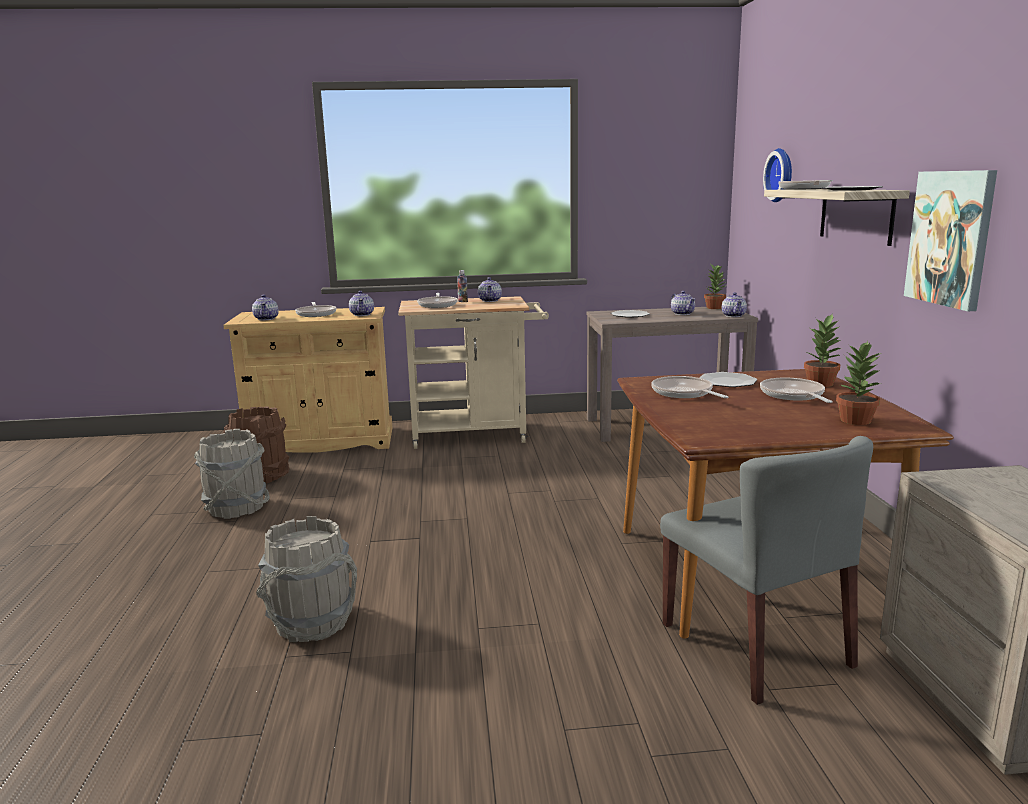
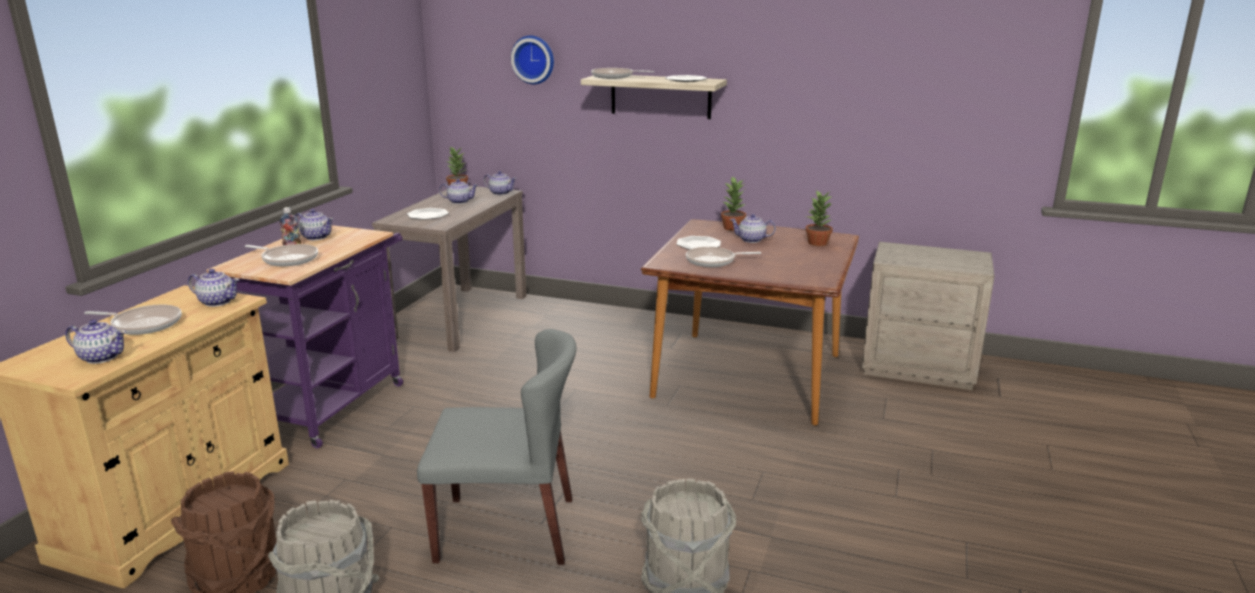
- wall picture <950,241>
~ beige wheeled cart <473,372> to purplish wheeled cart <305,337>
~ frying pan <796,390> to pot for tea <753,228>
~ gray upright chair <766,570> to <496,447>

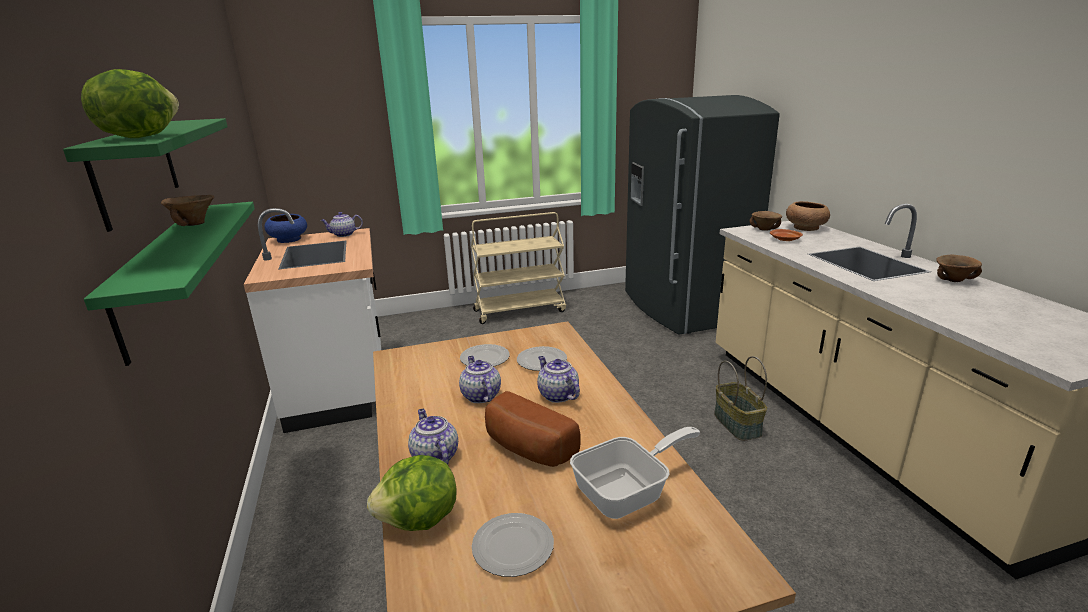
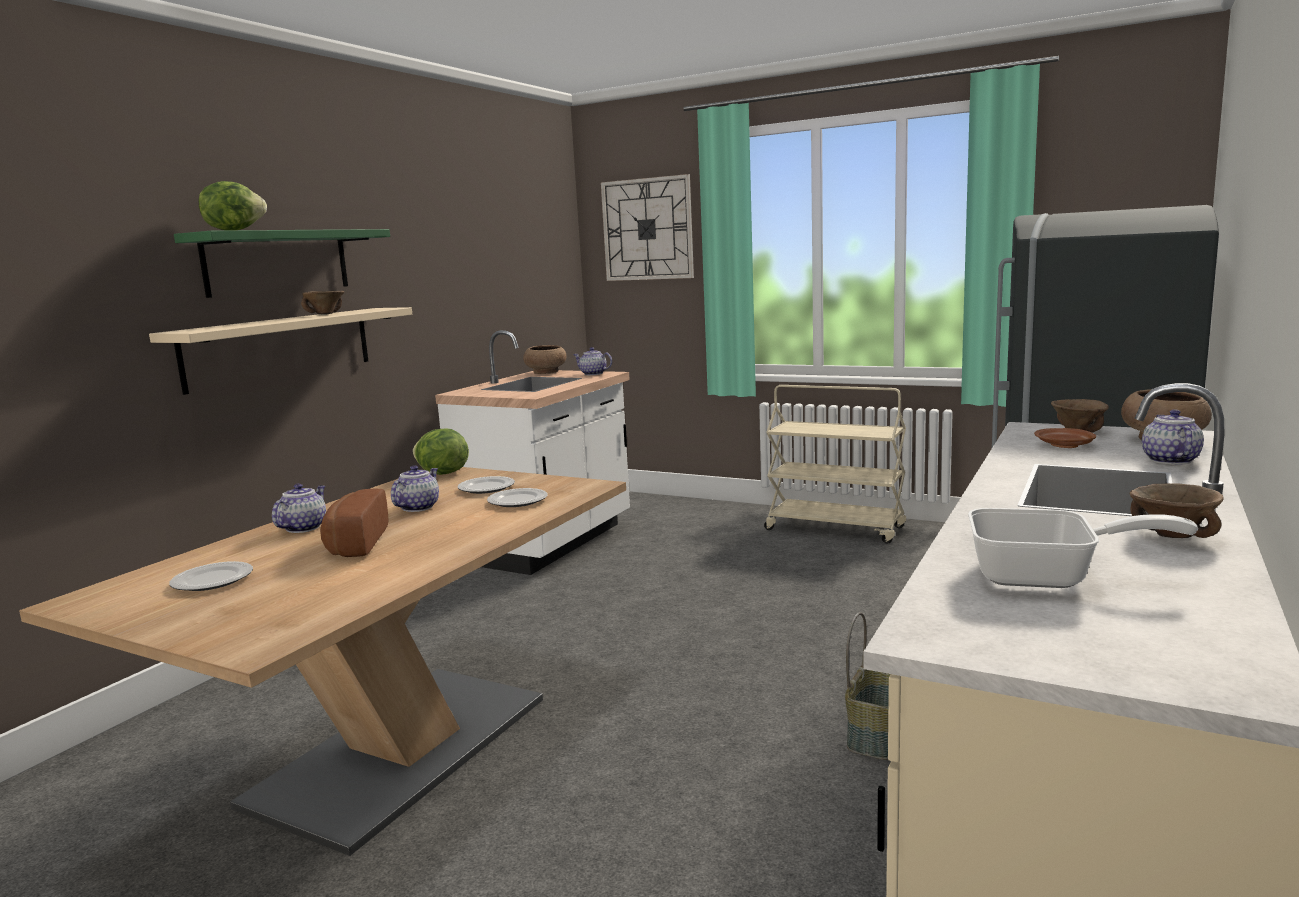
~ green bracket shelf <169,284> to beige bracket shelf <280,351>
~ blue bowl <286,228> to brown-coloured bowl <544,359>
~ pot for tea <558,379> to <1173,436>
~ frying pan <635,473> to <1083,548>
~ lettuce head <412,493> to <441,451>
+ wall clock <647,227>

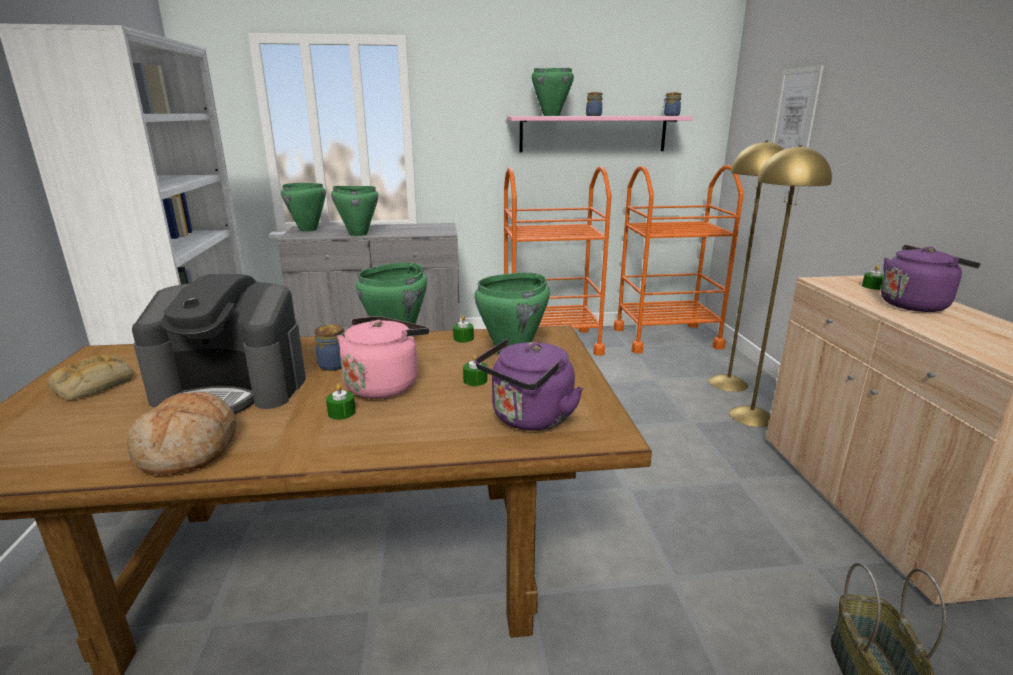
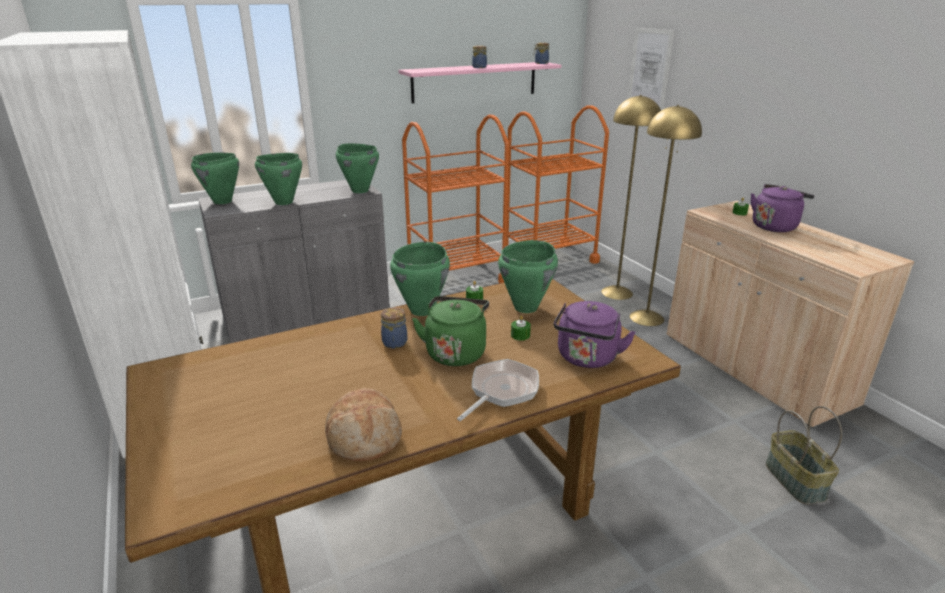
~ green saucepot <553,92> to <357,168>
- coffee machine <219,344>
~ pink-coloured tea kettle <383,357> to green tea kettle <450,331>
- bread <90,377>
- green candle <341,402>
+ frying pan <498,390>

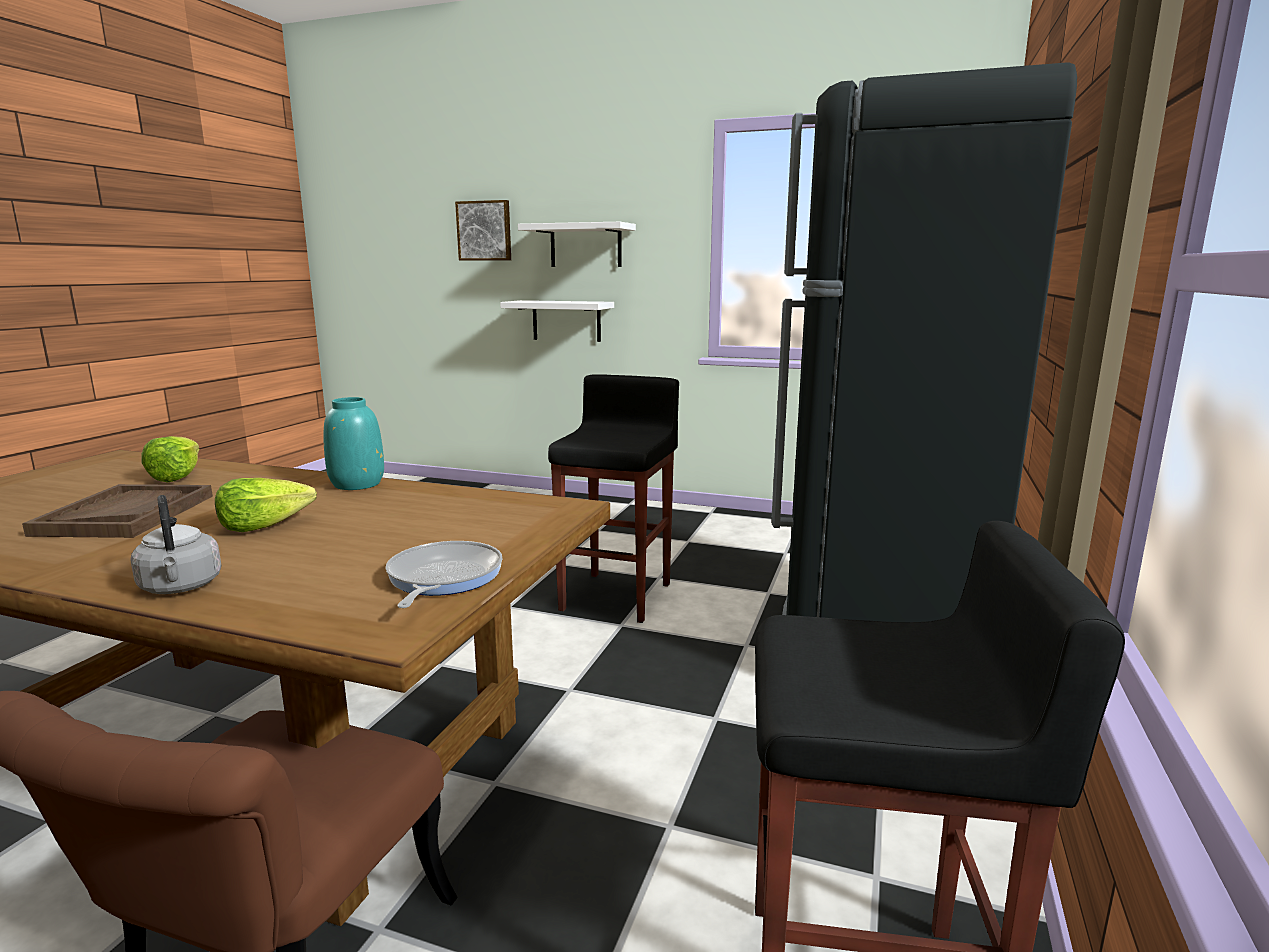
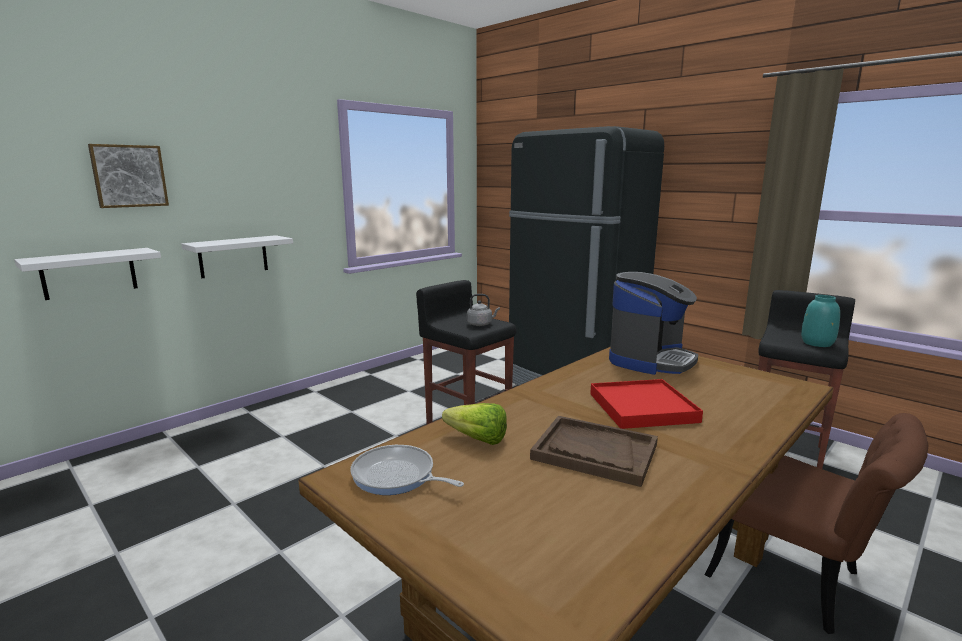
~ white bracket shelf <577,244> to <87,274>
~ turquoise decorative vase <353,443> to <820,321>
~ lettuce head <266,505> to reddish serving tray <646,404>
~ gray tea kettle <176,544> to <483,310>
~ frying pan <444,574> to <407,470>
+ coffee machine <653,323>

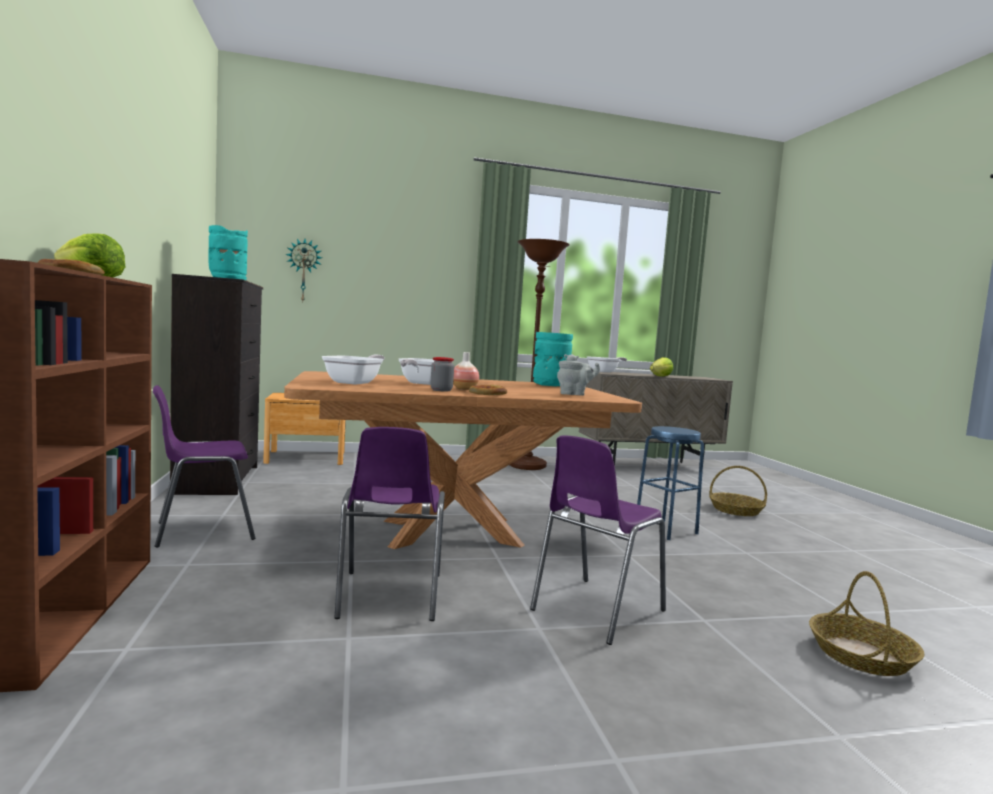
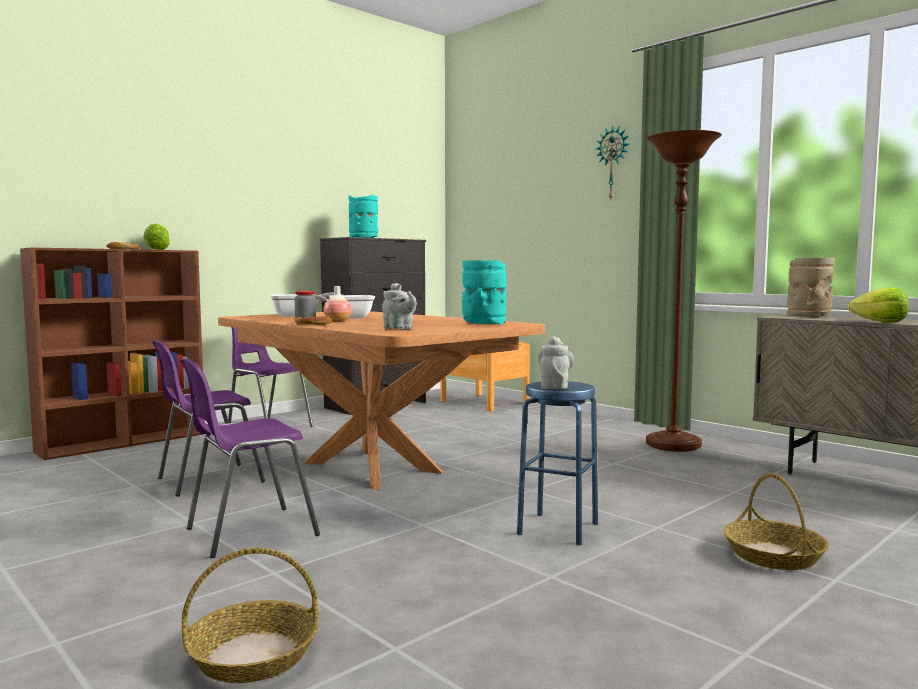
~ wall clock <304,270> to <612,162>
~ frying pan <607,364> to beige decorative vase <810,287>
~ purplish upright chair <598,540> = <250,458> 45 degrees counterclockwise
+ gray pot for tea <556,362>

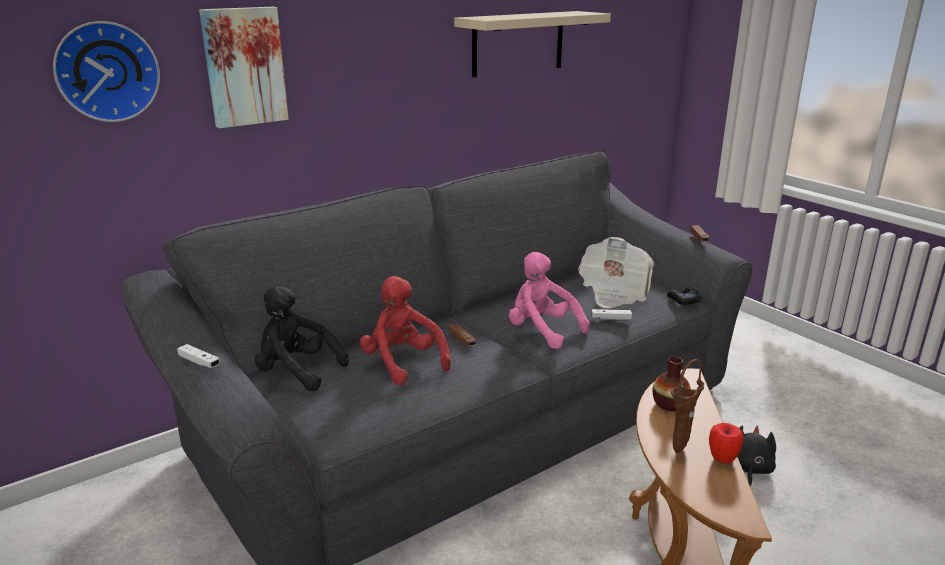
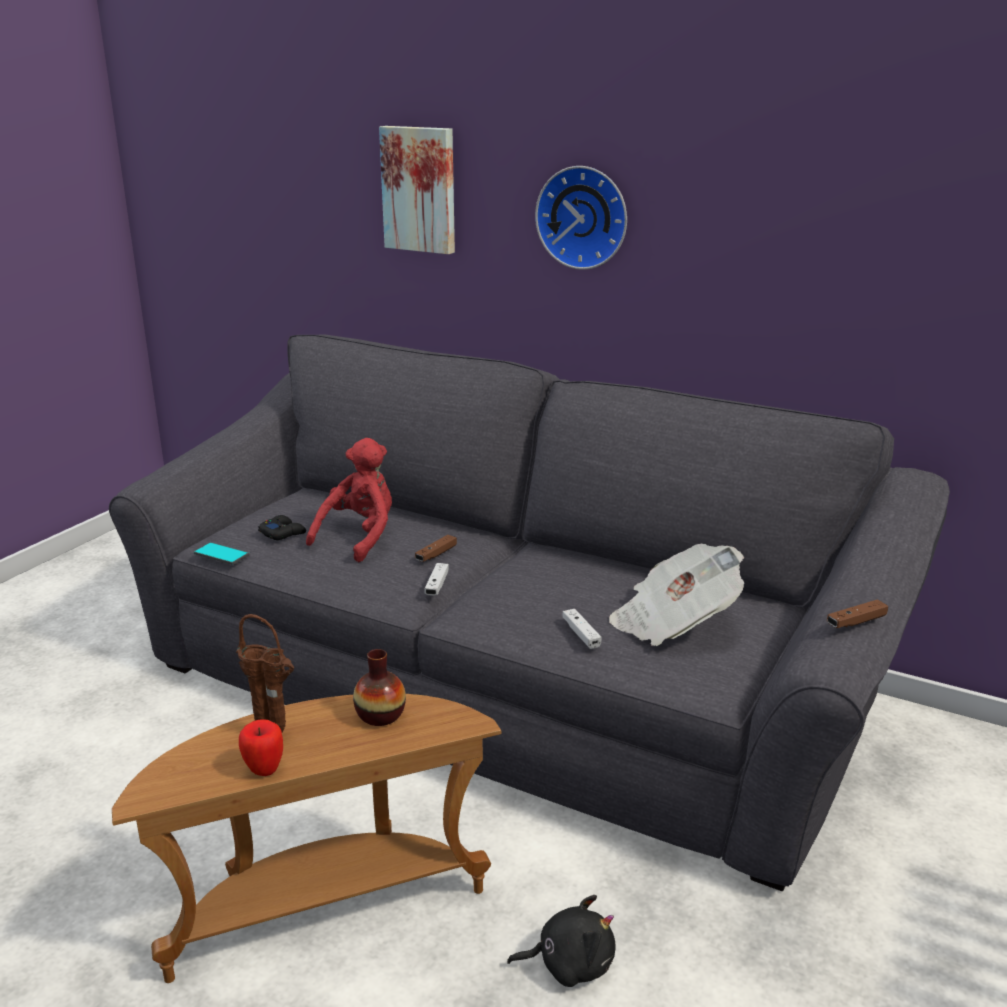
- beige bracket shelf <532,44>
~ wall clock <106,71> to <581,218>
- pink-coloured cuddly toy <549,300>
- blackish cuddly toy <302,338>
~ blackish game controller <684,296> to <282,527>
~ white game controller <198,356> to <436,579>
+ telephone <222,553>

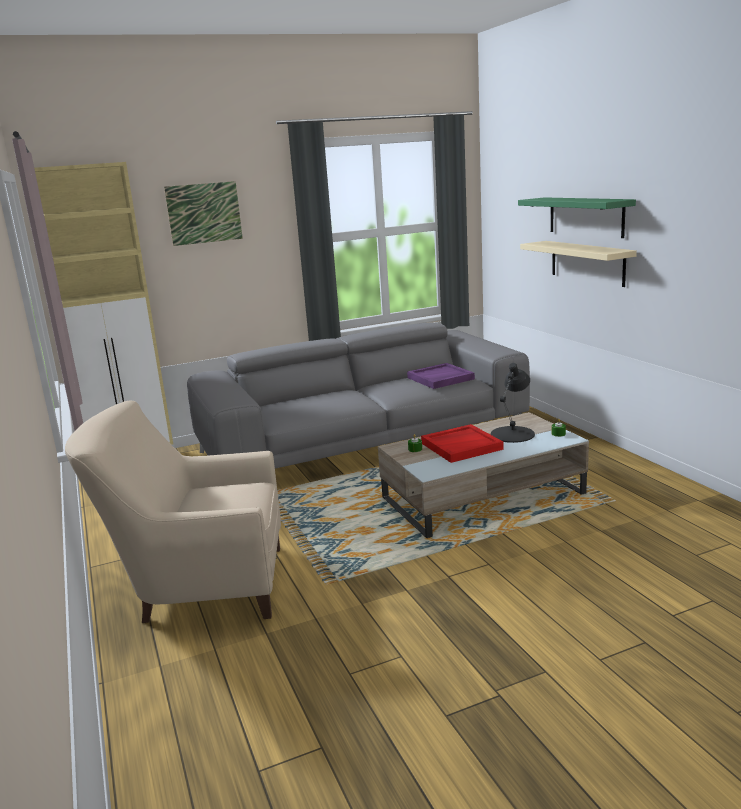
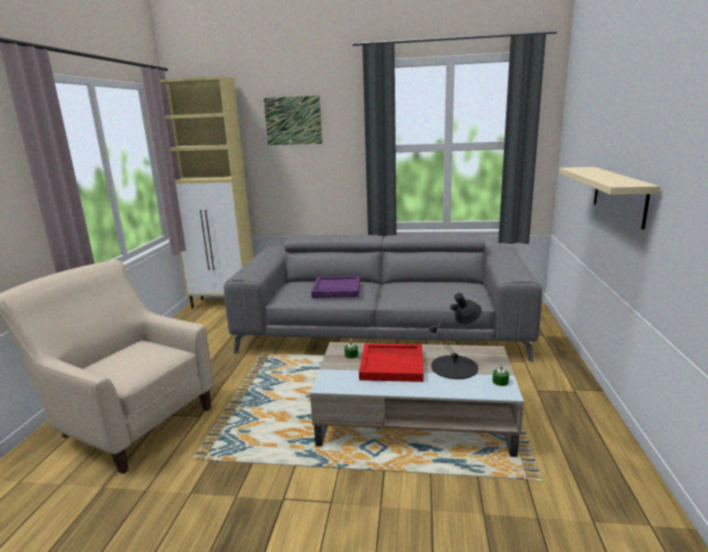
- green bracket shelf <577,217>
~ purplish serving tray <441,376> to <335,287>

